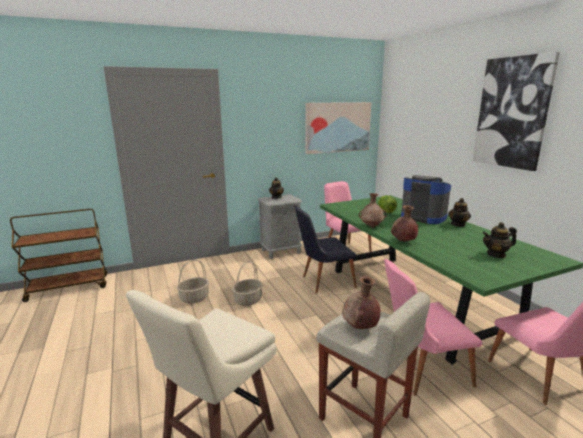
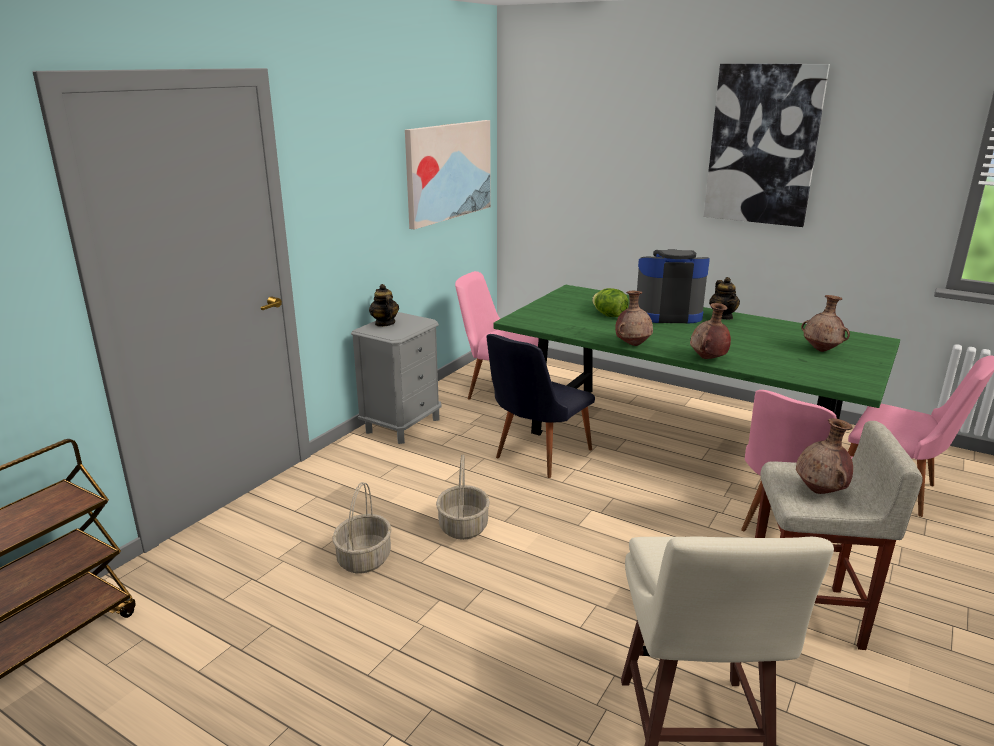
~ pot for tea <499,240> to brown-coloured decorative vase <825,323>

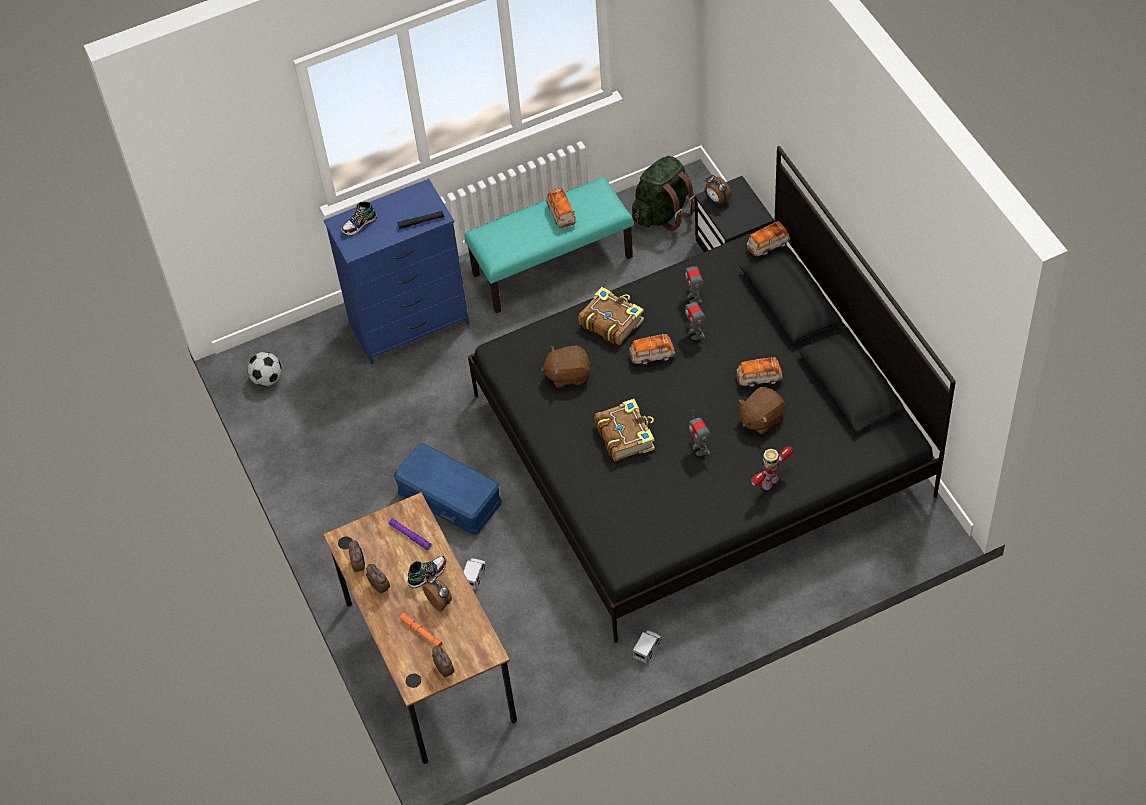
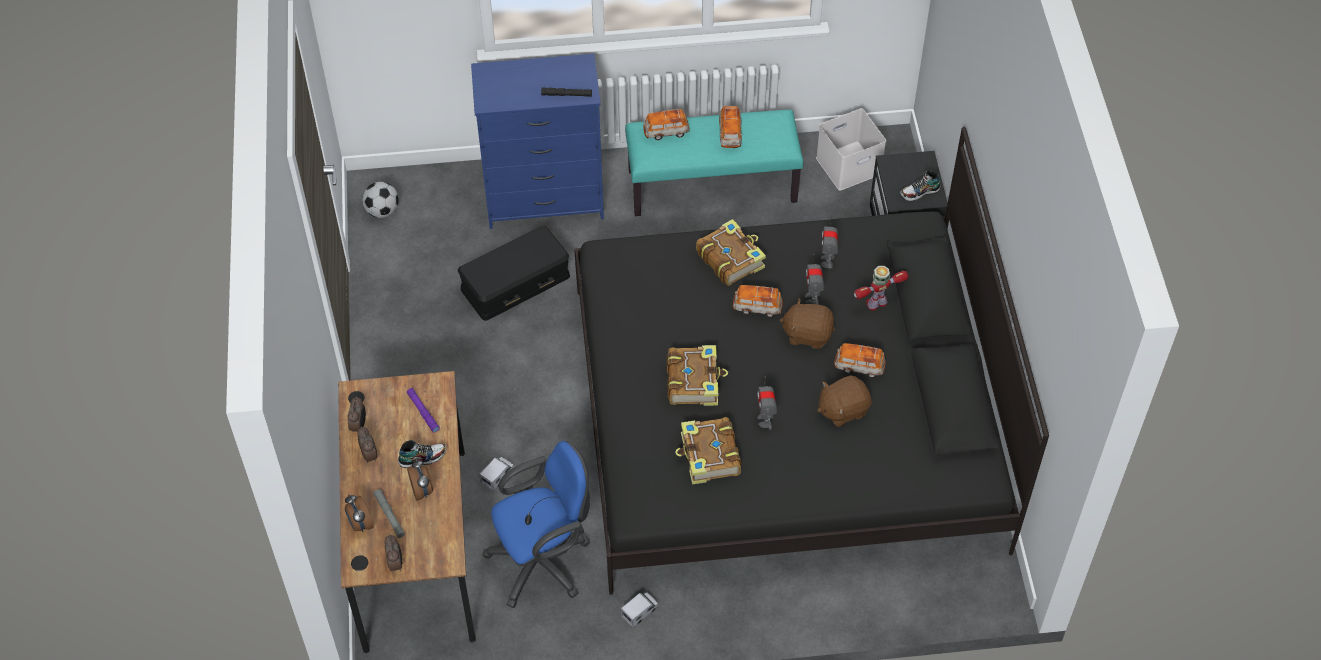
~ green backpack <663,193> to white storage box <851,149>
~ alarm clock <718,189> to <359,513>
~ shoe <359,219> to <920,185>
~ miniature car <768,239> to <666,124>
~ brown-coloured cuddly toy <566,366> to <807,324>
- blue storage box <448,489>
~ model robot <772,468> to <881,288>
~ orange-coloured torch <420,629> to gray torch <389,513>
+ blackish storage box <514,273>
+ book <708,451>
+ blue office chair <536,524>

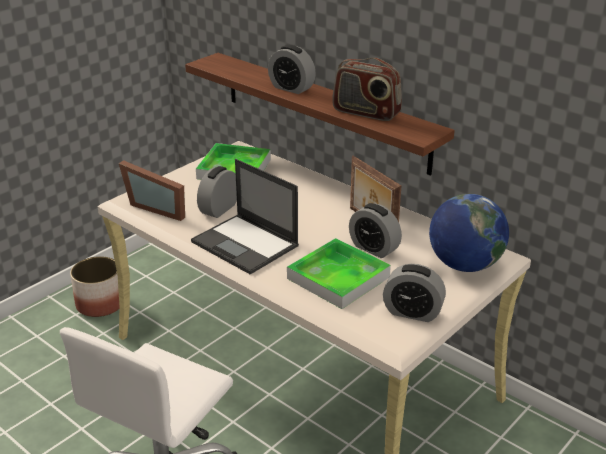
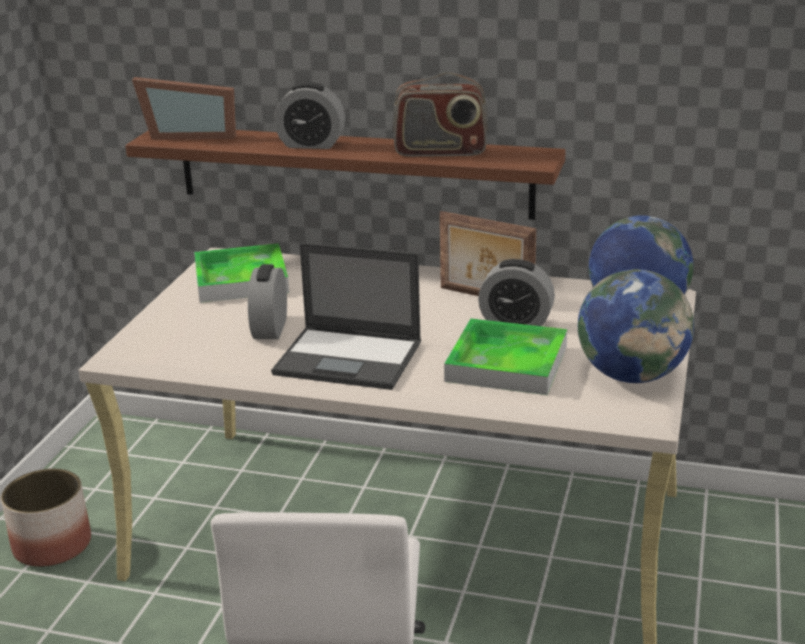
~ picture frame <152,190> to <184,108>
~ alarm clock <414,293> to world globe <636,326>

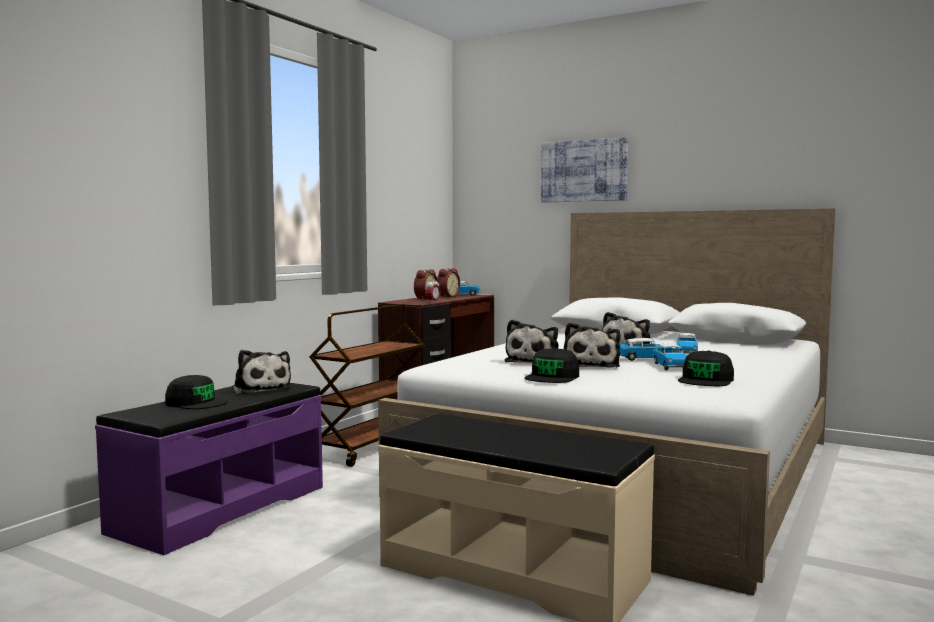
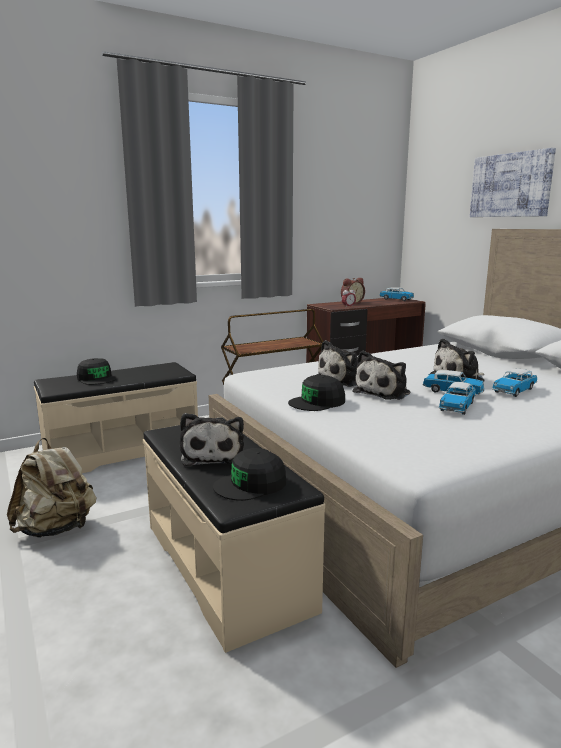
- alarm clock <448,283>
~ cuddly toy <261,372> to <212,439>
~ blackish cap <706,368> to <249,474>
~ purplish indoor bench <209,469> to beige indoor bench <116,417>
+ beige backpack <51,488>

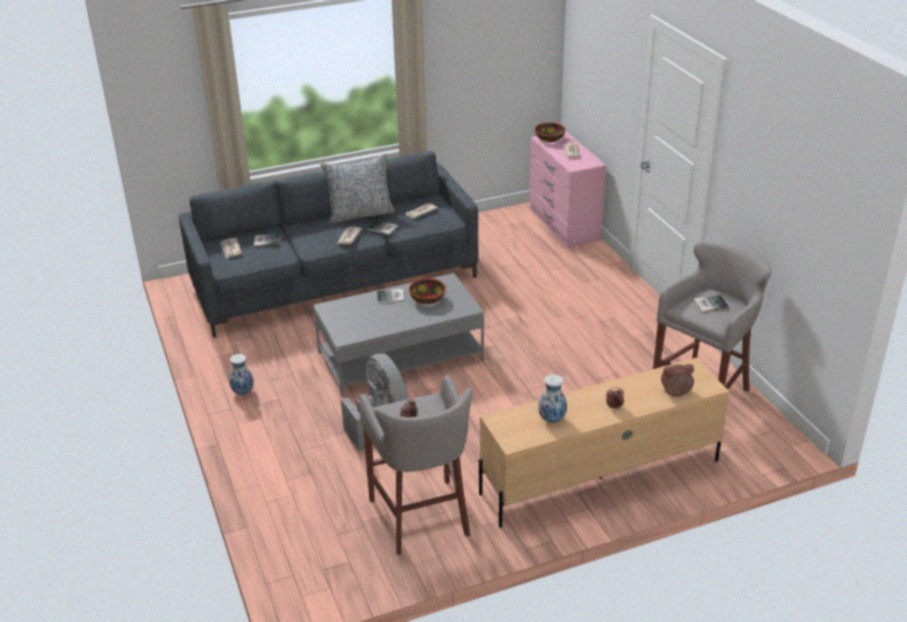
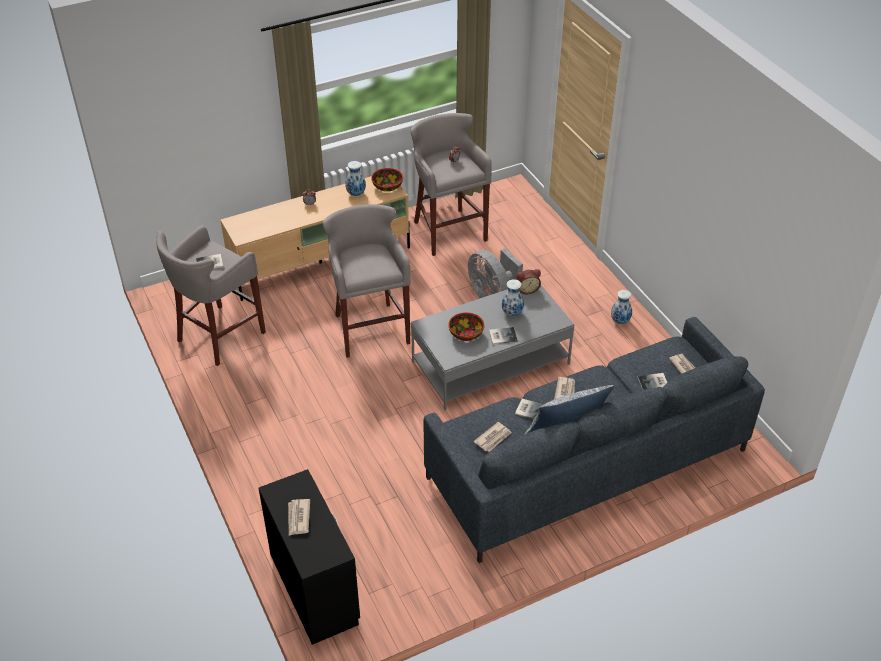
~ bowl <550,132> to <387,180>
~ pink-coloured drawer chest <567,189> to blackish drawer chest <309,557>
~ alarm clock <677,380> to <528,281>
+ gray stool <366,281>
+ decorative vase <513,297>

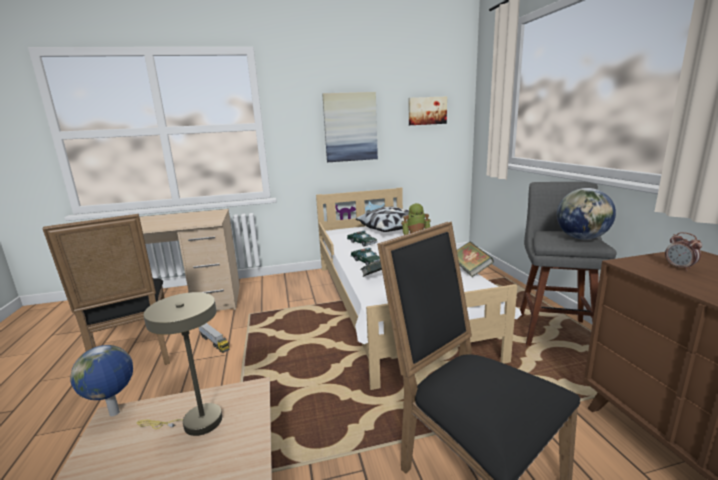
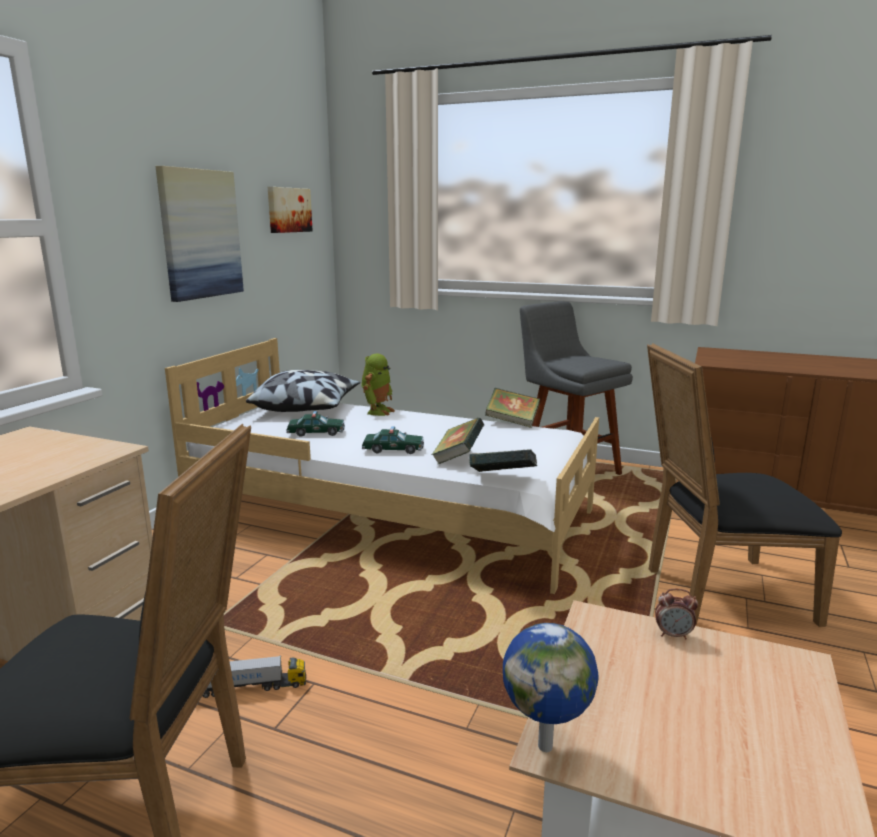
- world globe <586,214>
~ alarm clock <683,251> to <676,614>
- beige tabletop lamp <179,364>
+ book <503,460>

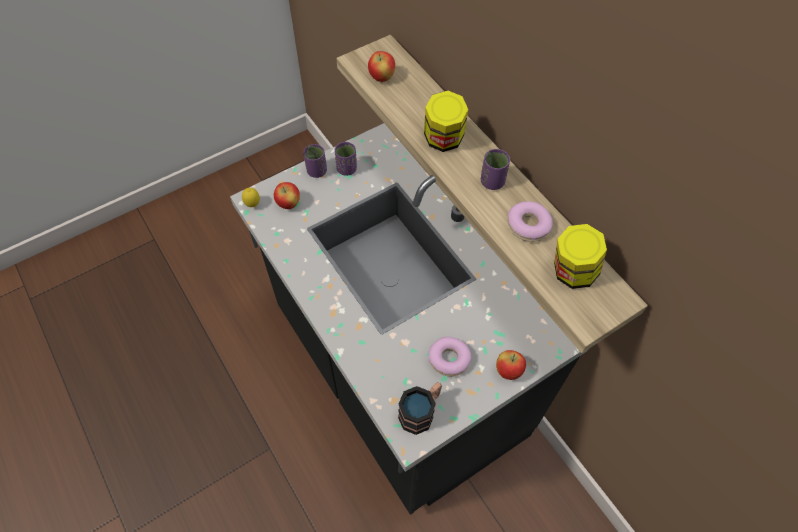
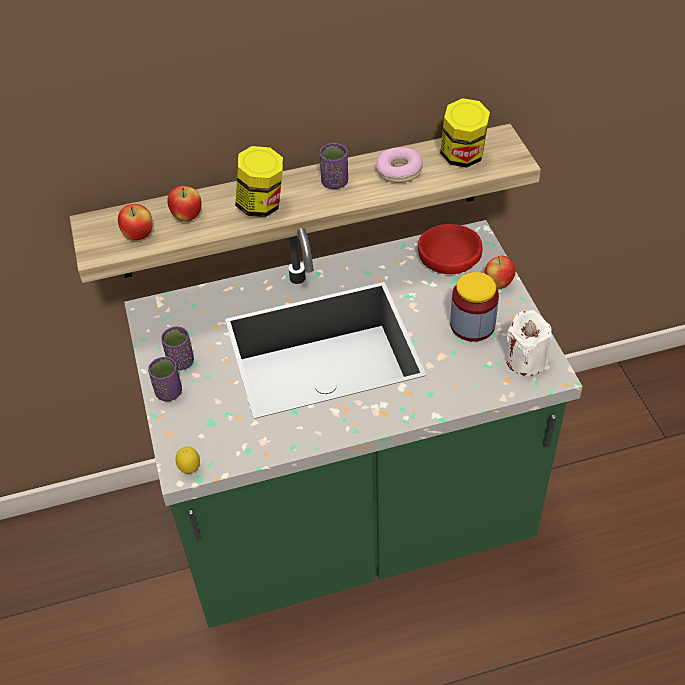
~ blackish counter <409,319> to green counter <353,424>
~ apple <287,195> to <184,204>
~ doughnut <450,357> to storage jar <474,307>
~ mug <420,408> to white candle <529,343>
+ reddish bowl <450,249>

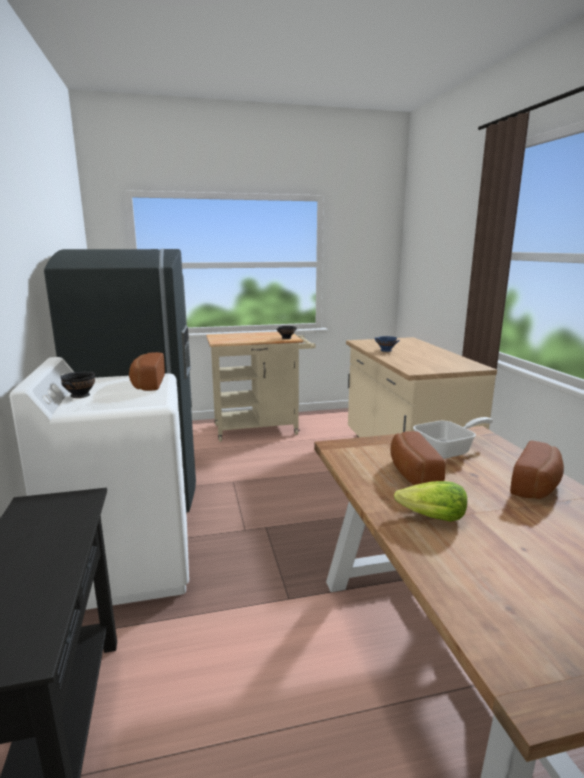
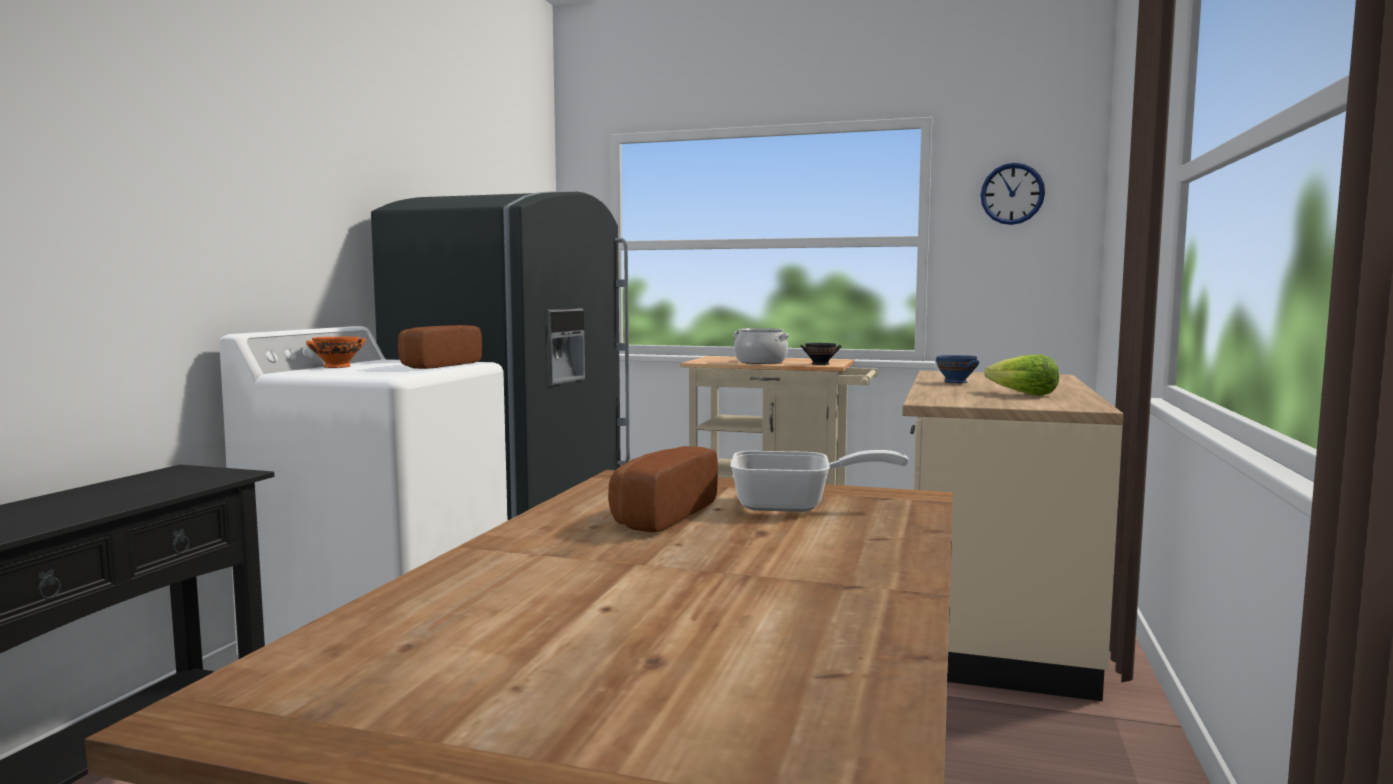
~ blackish bowl <77,385> to orange-coloured bowl <336,352>
- bread <537,469>
~ lettuce head <430,501> to <1021,375>
+ wall clock <1013,194>
+ saucepot <761,346>

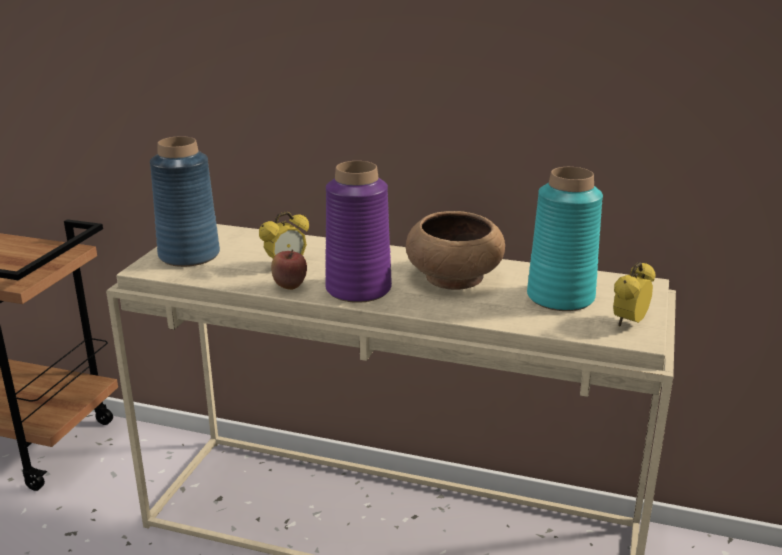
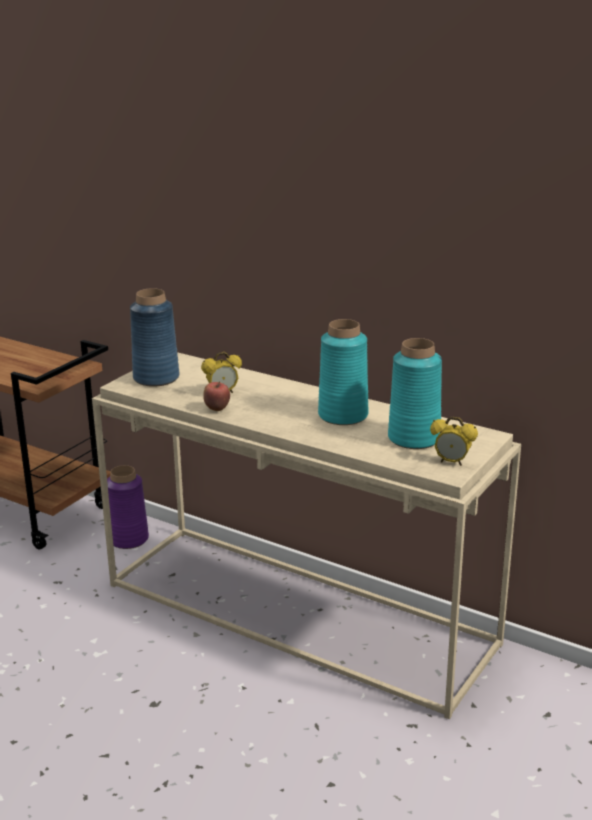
~ purplish decorative vase <358,232> to <128,507>
~ brown-coloured bowl <455,250> to turquoise decorative vase <343,372>
~ alarm clock <634,294> = <454,441> 120 degrees counterclockwise

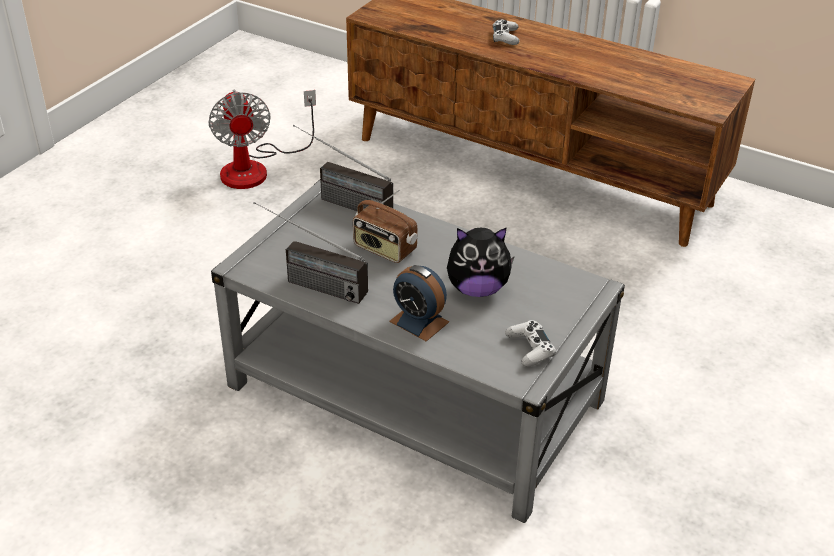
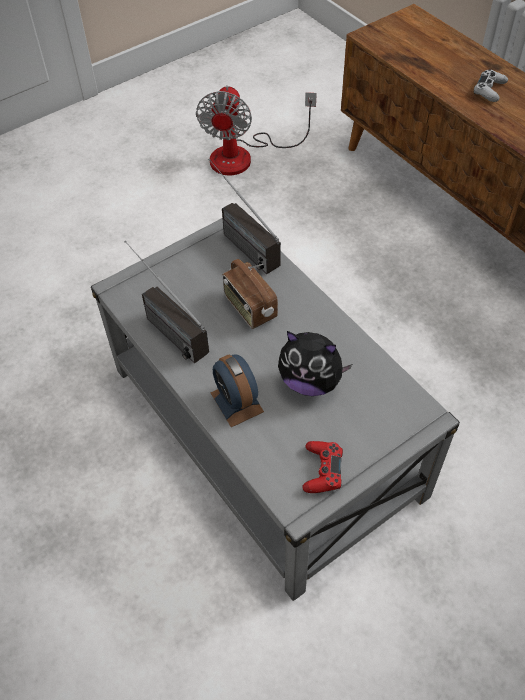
~ white game controller <530,343> to reddish game controller <322,467>

